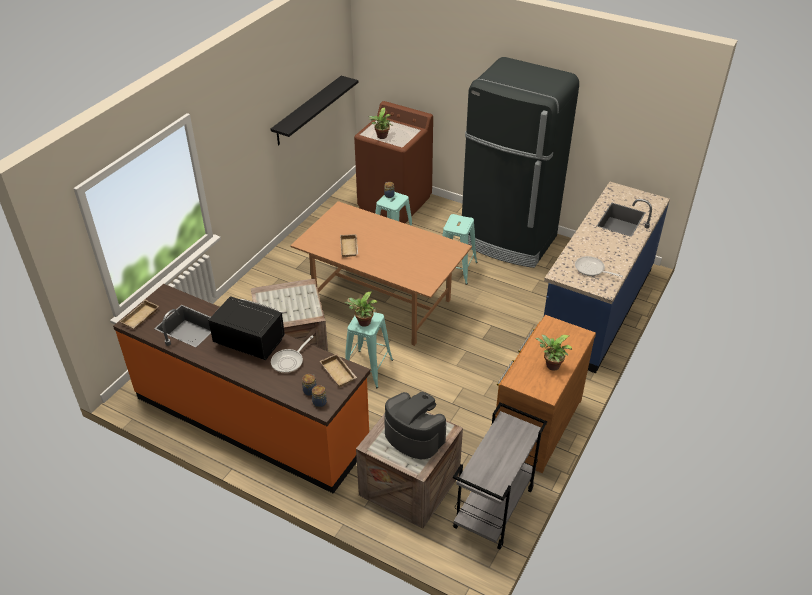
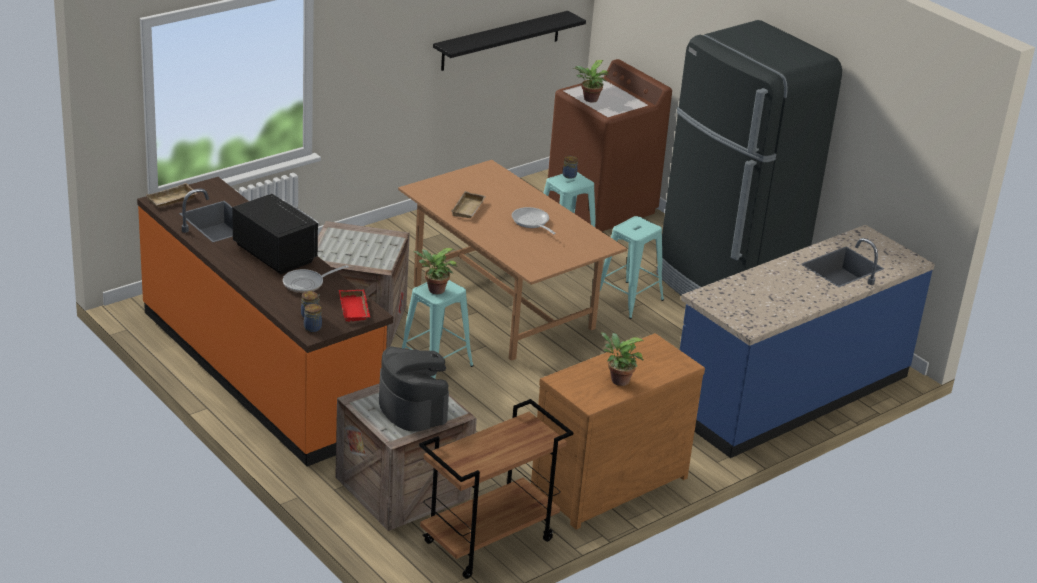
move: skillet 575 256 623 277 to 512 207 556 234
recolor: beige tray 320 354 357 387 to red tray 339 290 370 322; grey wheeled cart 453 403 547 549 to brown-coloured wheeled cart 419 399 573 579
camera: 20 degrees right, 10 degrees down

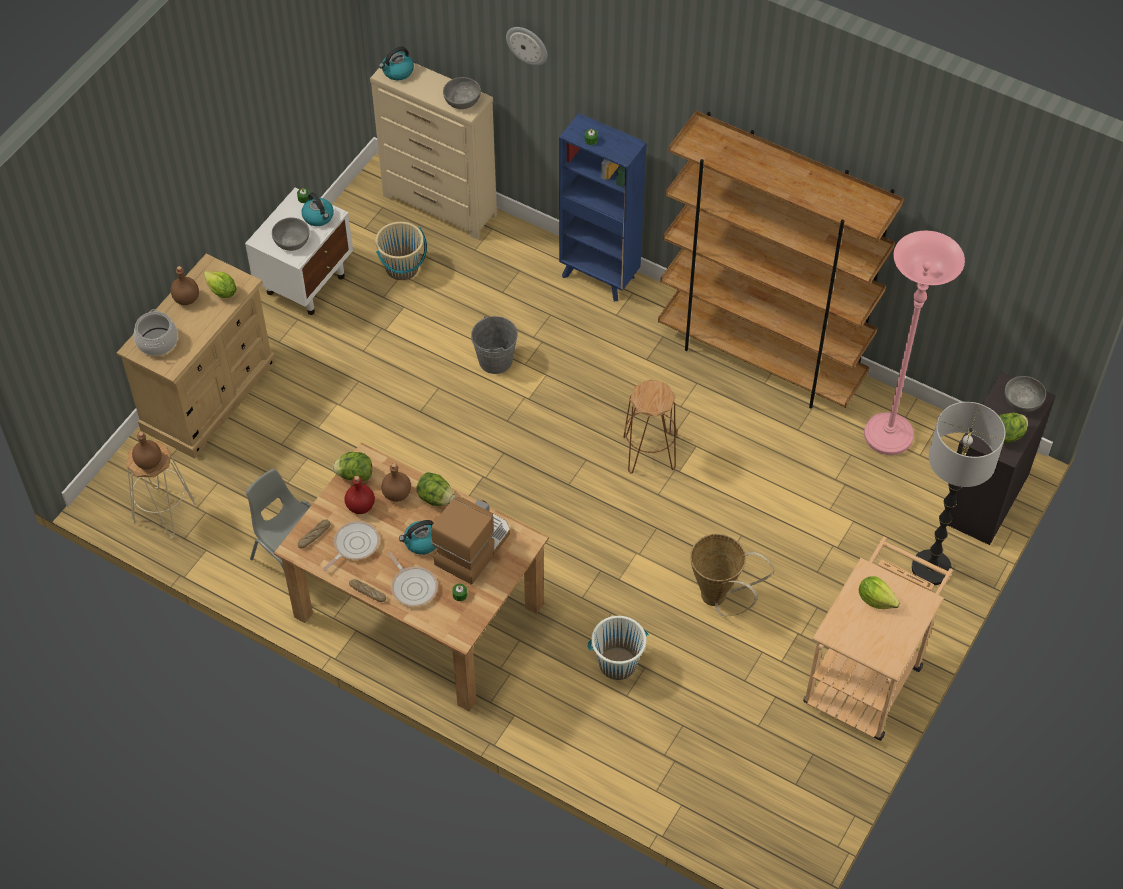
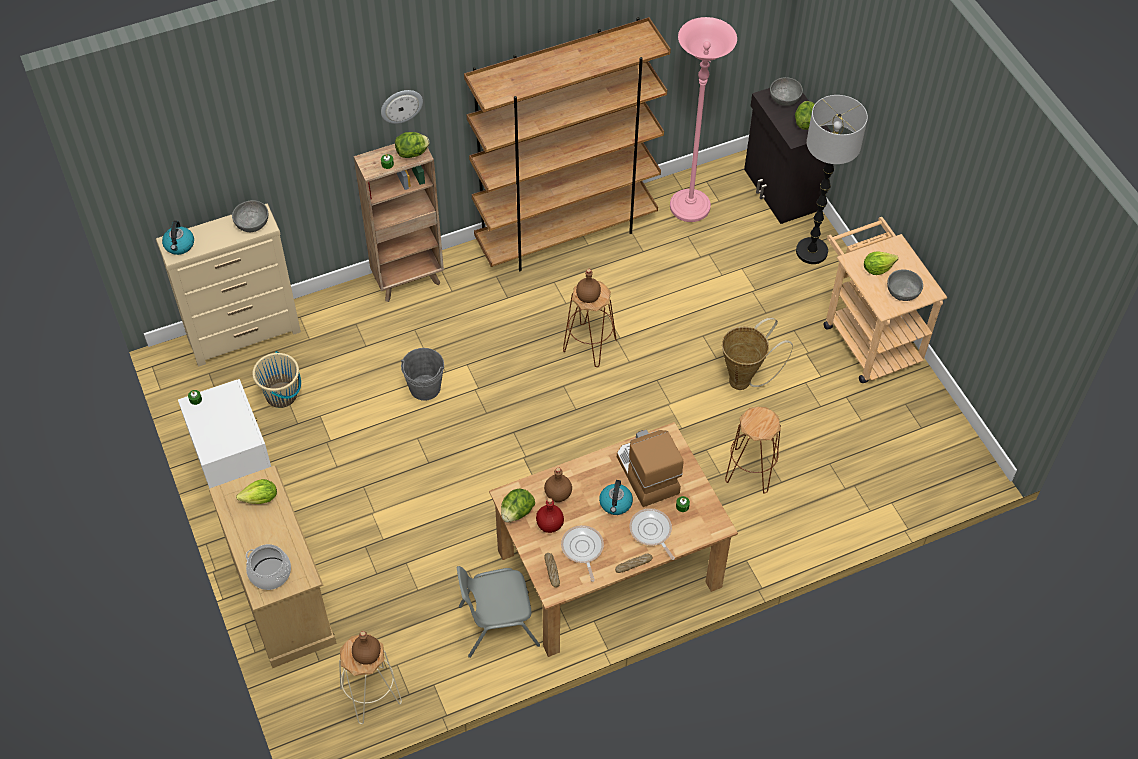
delete: kettle 301 192 334 226
move: brown-coloured bottle 171 266 199 305 to 576 269 601 303; grey deep dish 272 218 310 251 to 887 269 923 301; head of lettuce 416 472 455 506 to 395 132 430 158; clock on the wall 506 27 547 66 to 381 90 423 124
replace: whitish water bucket 588 616 649 680 to brown-coloured stool 725 407 781 494
recolor: blue shelving unit 559 113 647 302 to brown-coloured shelving unit 354 144 444 302
rotate: skillet 388 552 438 607 = 629 508 675 560 120 degrees counterclockwise
camera: 55 degrees left, 0 degrees up

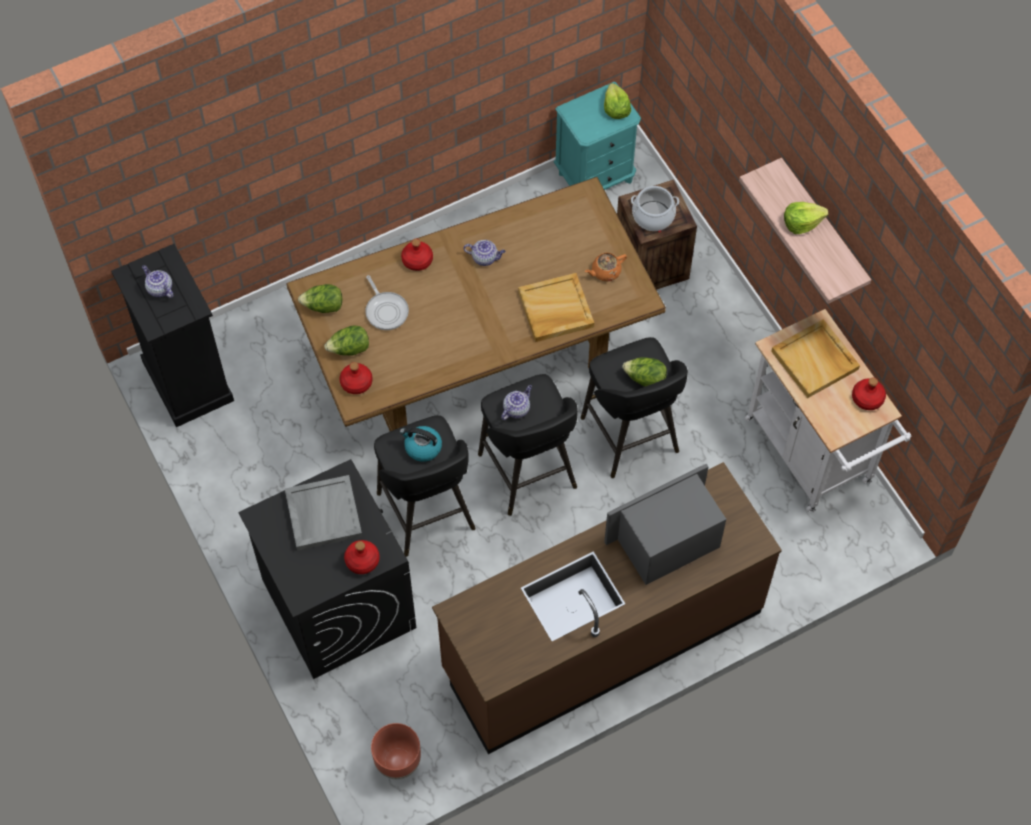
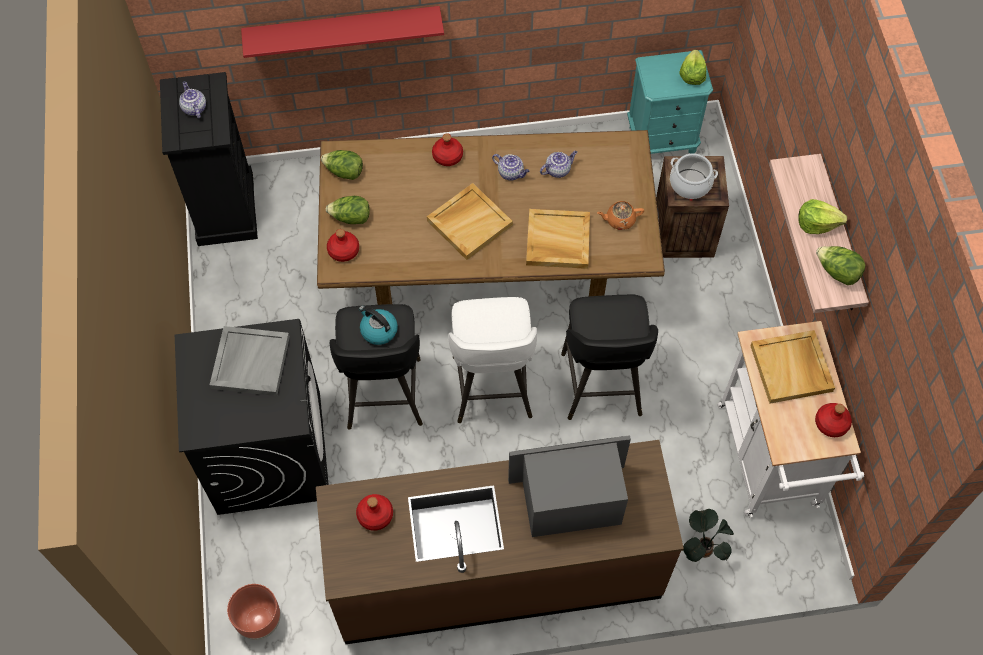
delete: skillet 365 275 409 330
insert: red shelf 241 6 444 58; beige tray 427 183 513 260; plant in a pot 683 509 734 562
move: red bottle 344 540 380 574 to 356 494 393 531; pot for tea 501 385 532 420 to 540 151 577 178; head of lettuce 622 357 667 386 to 816 246 866 285
recolor: blackish stool 478 374 578 516 to whitish stool 448 297 537 423
camera: 20 degrees right, 0 degrees up

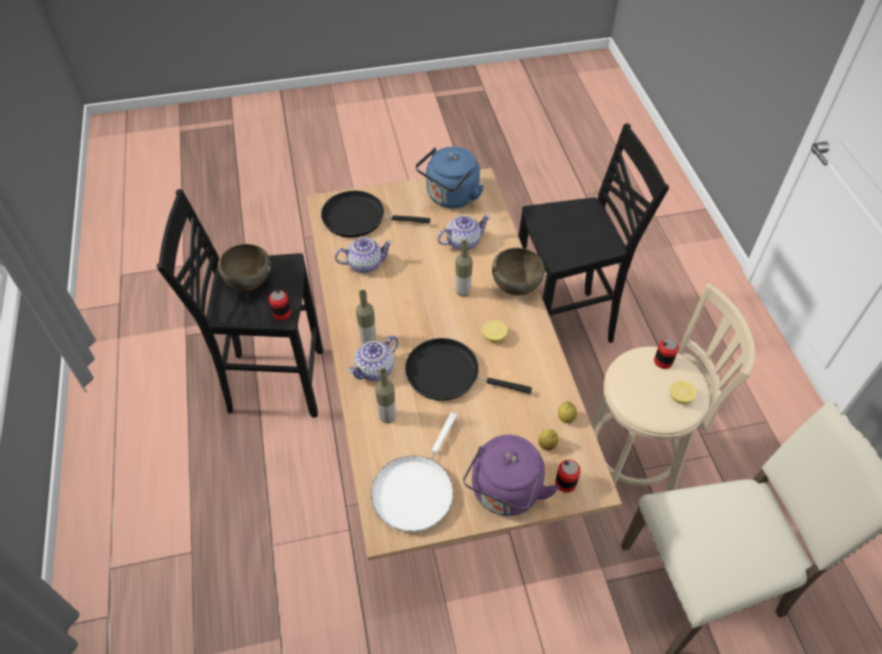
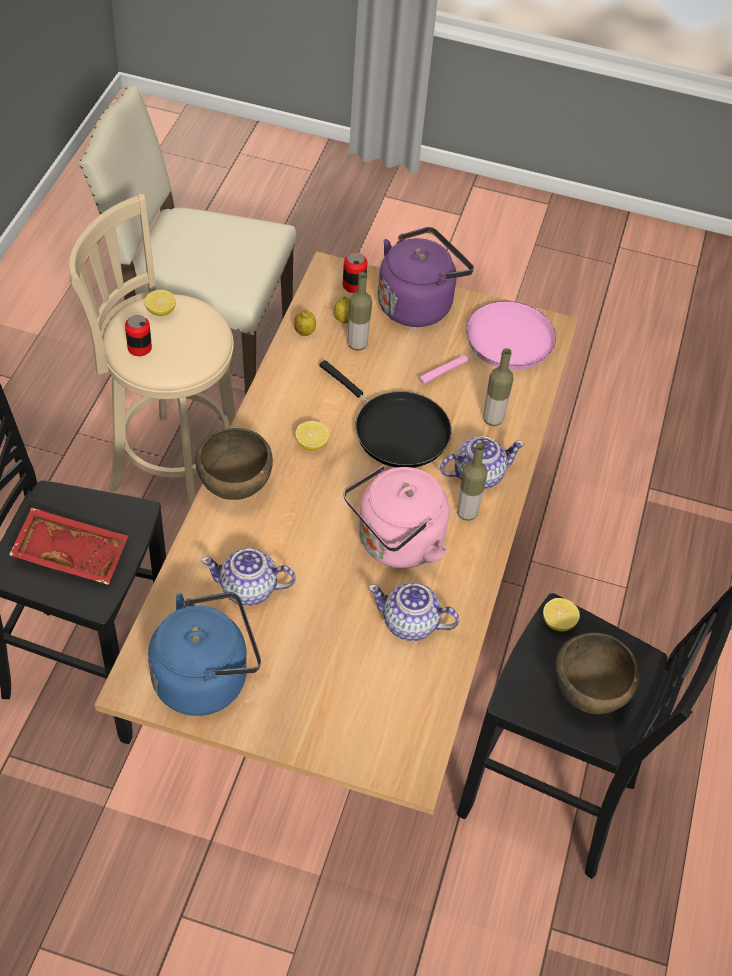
delete: blackish skillet 321 191 430 237
insert: red tray 9 507 128 585; pink-coloured kettle 344 465 449 568
move: bottle 456 240 473 297 to 347 272 372 351
replace: metal can 269 290 291 320 to whole lemon 543 598 580 631
recolor: whitish skillet 371 412 457 532 to pink-coloured skillet 420 301 556 384
camera: 155 degrees left, 0 degrees up

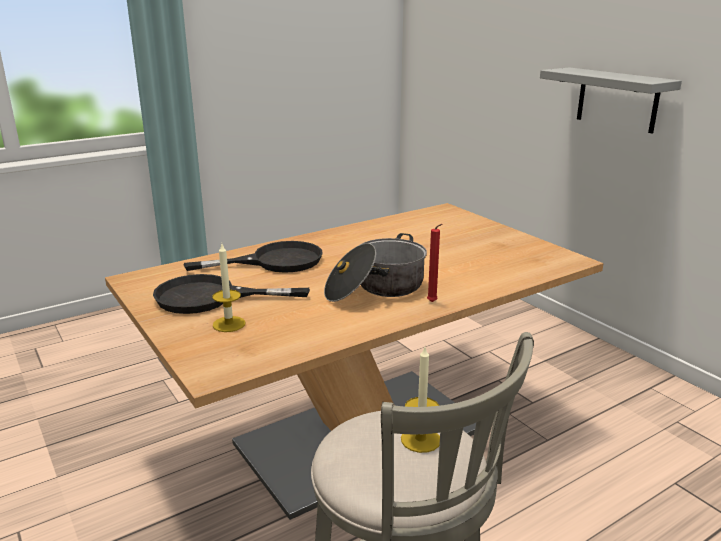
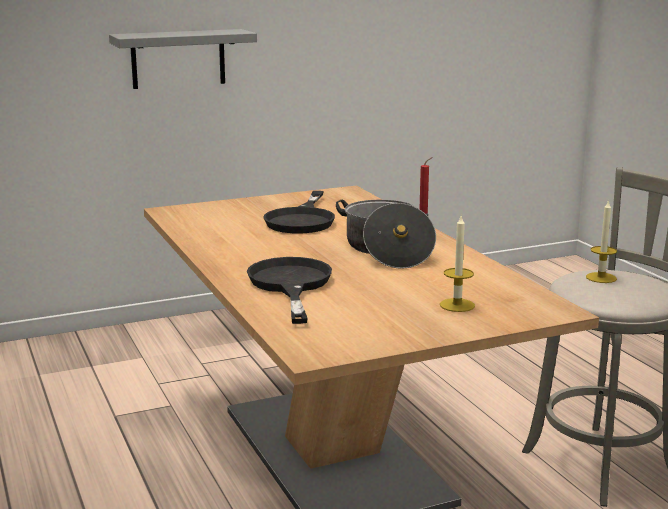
move: blackish skillet 153 274 310 314 to 263 191 335 233
camera: 80 degrees left, 5 degrees down

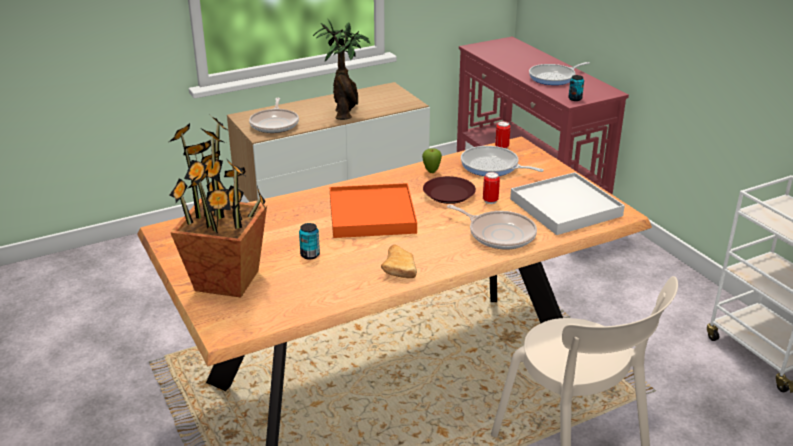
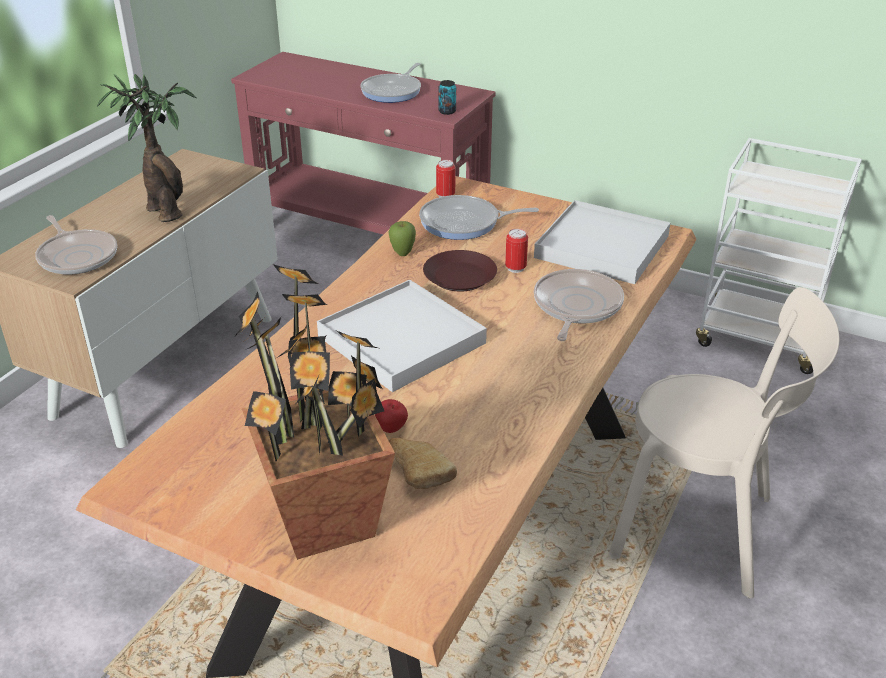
move: baked bread 381 244 417 278 to 389 438 457 489
replace: metal can 299 223 320 260 to whole apple 375 399 408 433
recolor: orangey tray 330 183 417 238 to whitish tray 317 280 487 392
rotate: skillet 447 205 537 250 = 534 269 624 341 75 degrees counterclockwise
camera: 35 degrees left, 5 degrees up

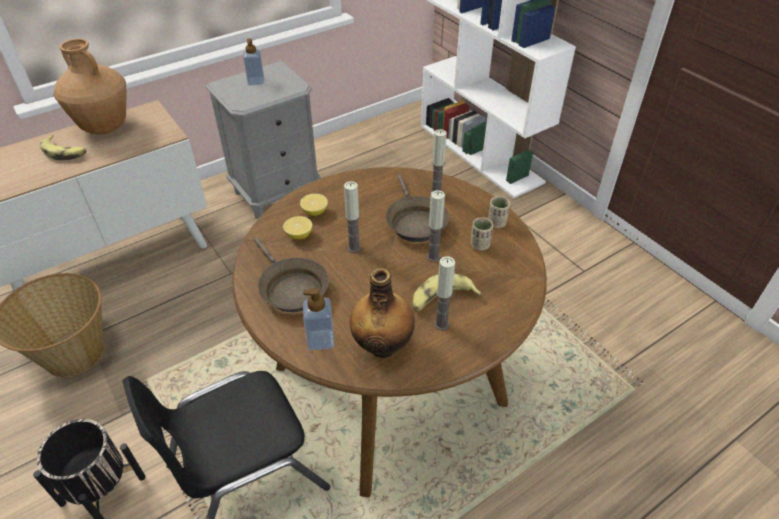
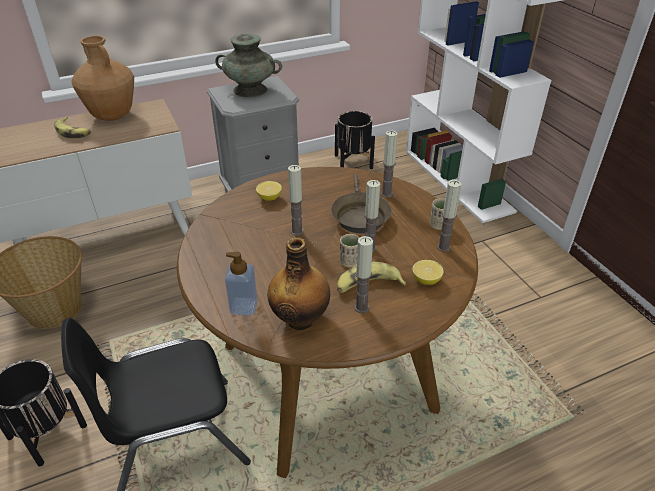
delete: brown-coloured skillet 254 238 329 312
insert: blackish flower pot 335 111 375 169; wax light 437 180 461 252
move: whole lemon 283 216 312 240 to 412 260 444 285; beige drinking cup 471 217 493 250 to 340 234 360 267
replace: soap dispenser 243 38 264 85 to turquoise-coloured flower vase 215 33 282 98
camera: 10 degrees right, 5 degrees down

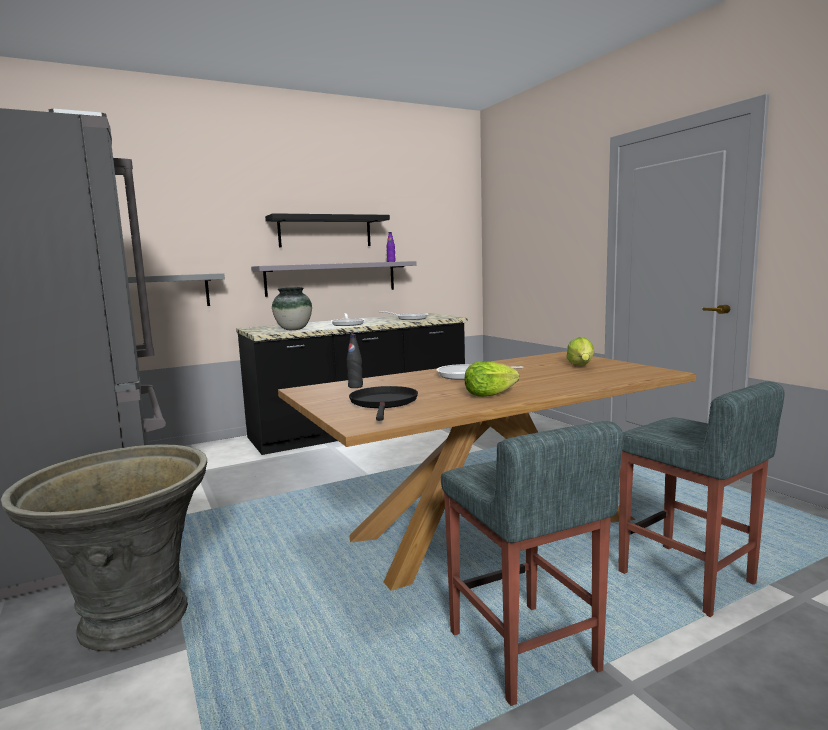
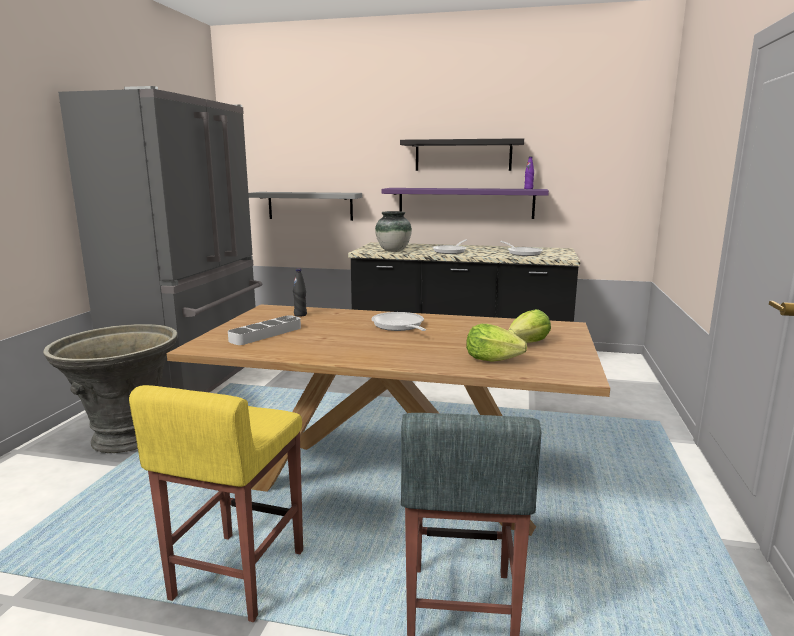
move: head of lettuce 464 361 520 397 to 466 324 527 362
replace: blackish skillet 349 386 418 421 to grey tray 228 315 301 345
recolor: grey shelf 251 261 417 297 to purplish shelf 381 188 549 219; grey stool 441 421 623 706 to yellowish stool 129 385 303 622
camera: 40 degrees right, 5 degrees up

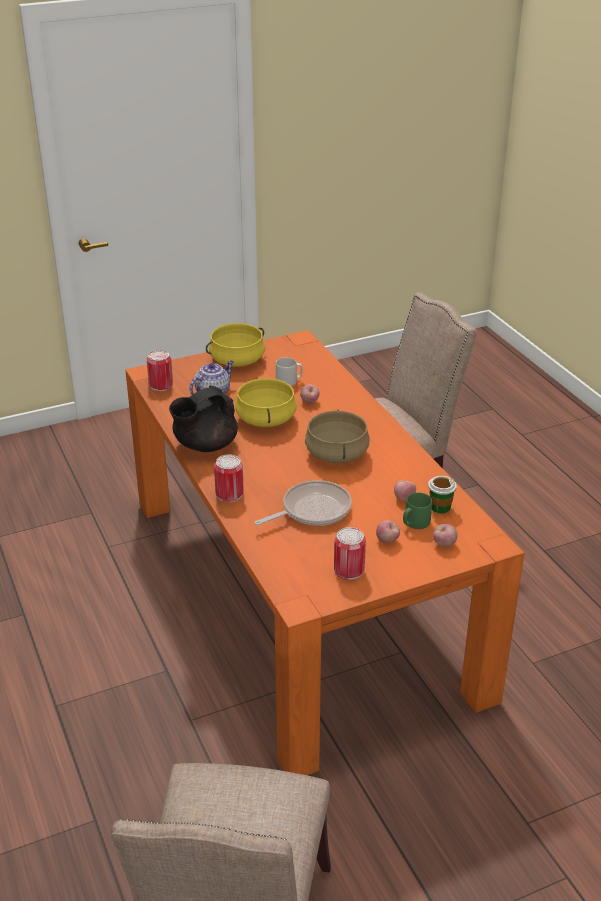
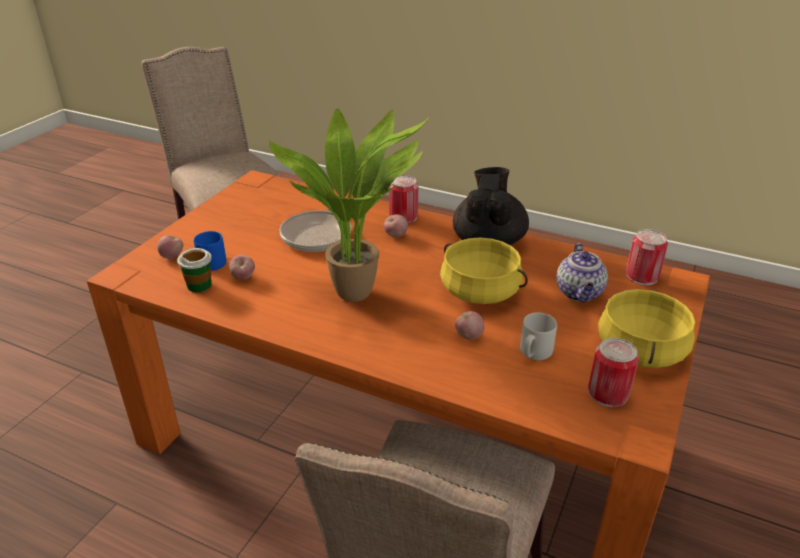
move: metal can 334 527 366 580 to 588 338 639 407; whole apple 376 520 400 543 to 384 214 408 237
replace: beige cooking pot 305 410 370 463 to plant in a pot 269 108 430 302
recolor: green-coloured tea mug 403 493 432 529 to blue tea mug 194 231 226 271
camera: 140 degrees right, 0 degrees up

